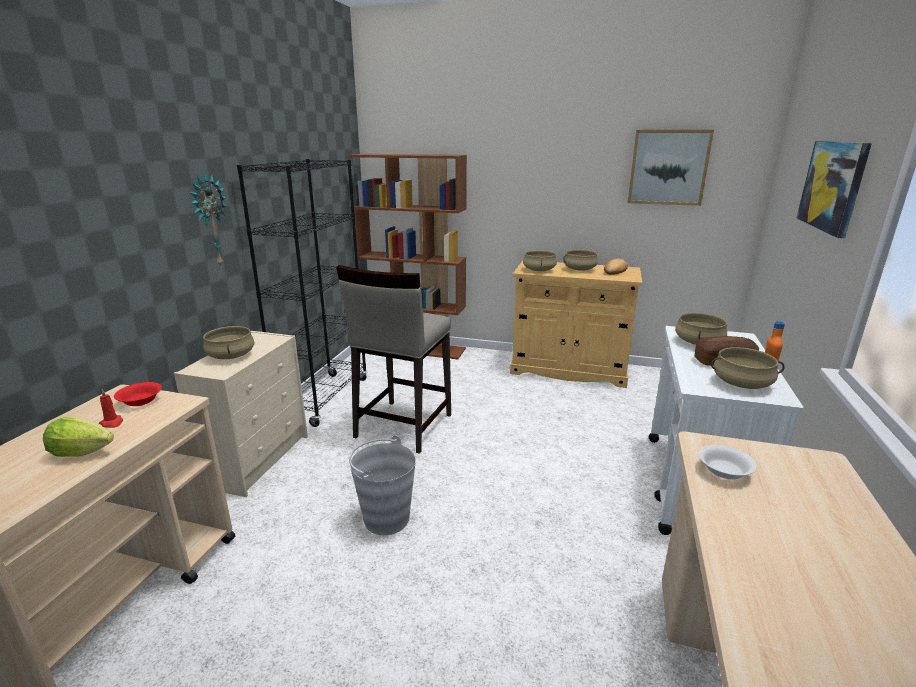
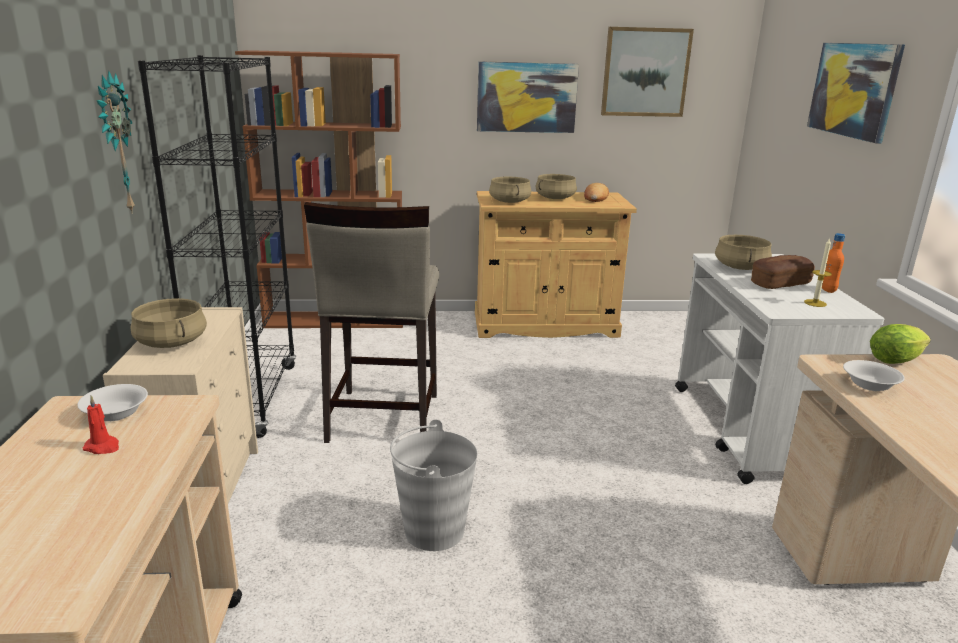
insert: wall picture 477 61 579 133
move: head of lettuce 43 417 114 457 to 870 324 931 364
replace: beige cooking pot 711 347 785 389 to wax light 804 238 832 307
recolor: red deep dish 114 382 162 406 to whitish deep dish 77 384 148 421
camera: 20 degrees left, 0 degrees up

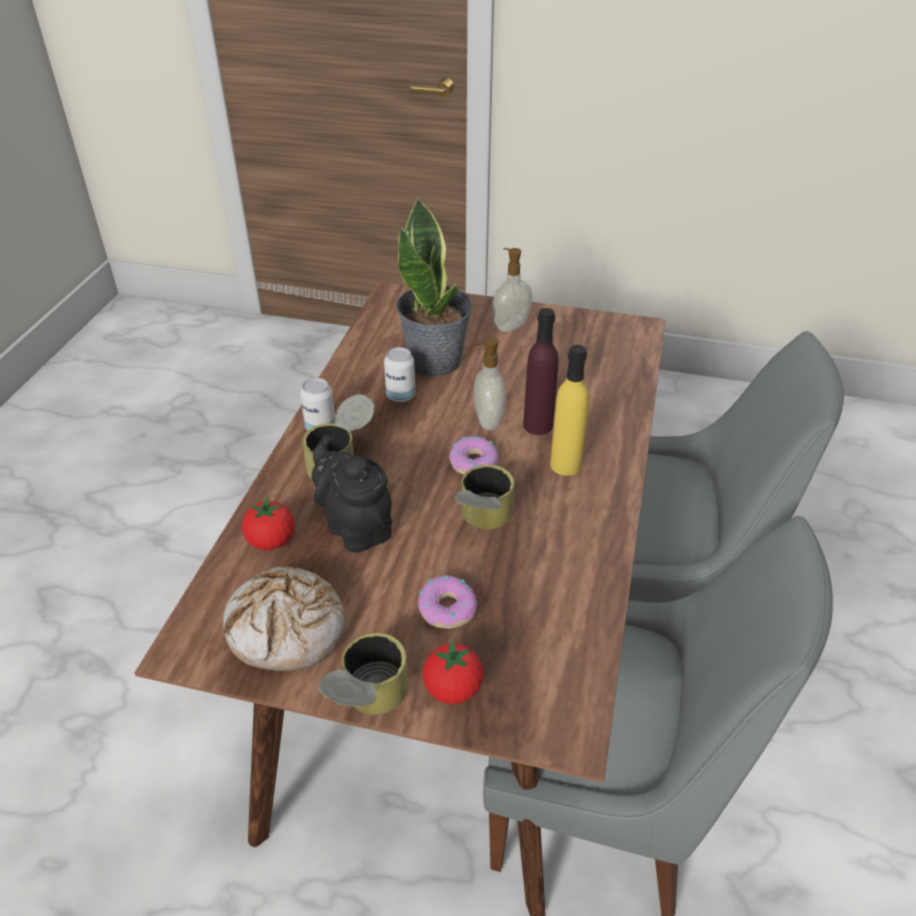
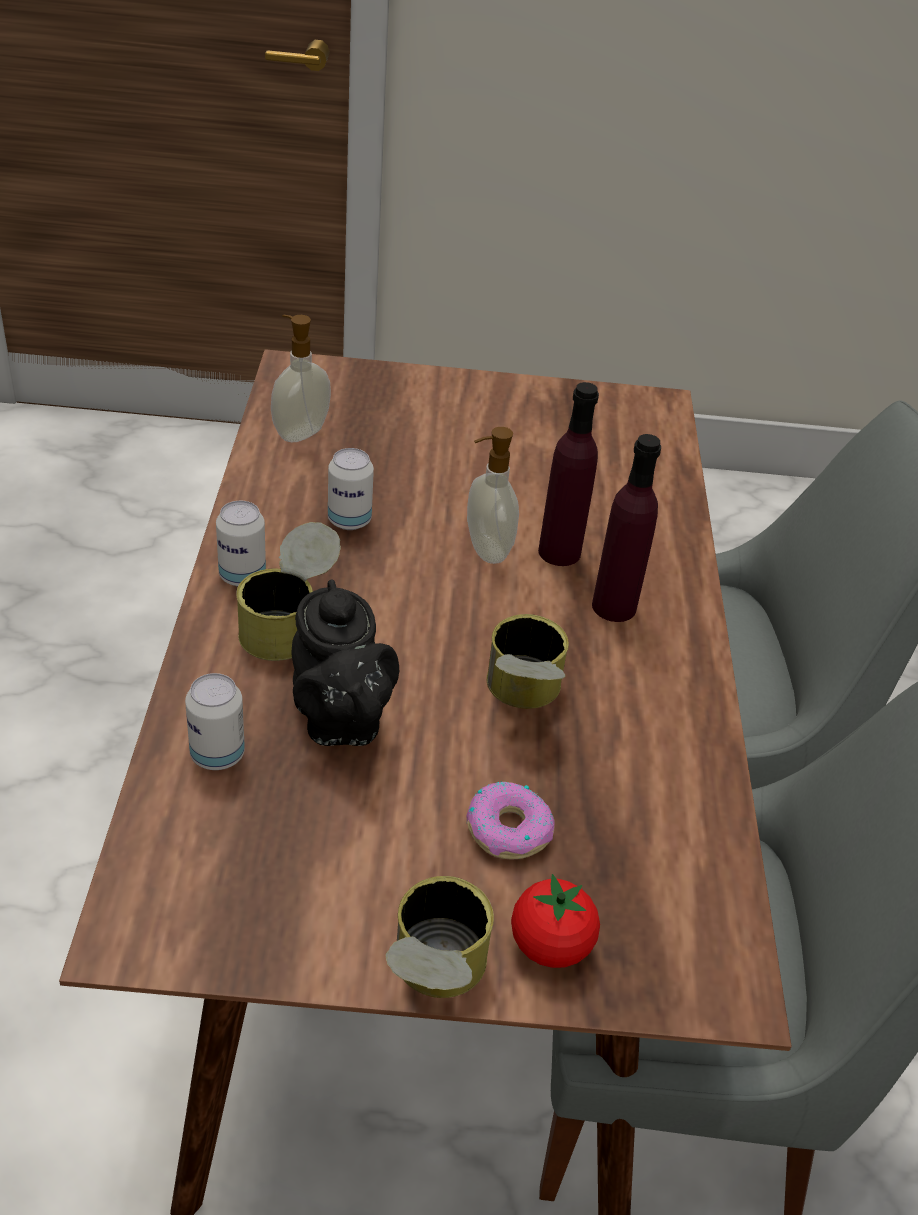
delete: baked bread 223 566 345 671; plant in a pot 396 197 473 376; doughnut 449 436 499 475
move: soap dispenser 492 248 532 332 to 271 315 331 442
replace: tomato 242 497 295 550 to metal can 185 673 245 770
recolor: yellowish bottle 550 345 589 476 to purplish bottle 592 434 661 622
rotate: blackish pot for tea 312 435 392 552 = 292 579 399 746 150 degrees counterclockwise
camera: 15 degrees left, 0 degrees up

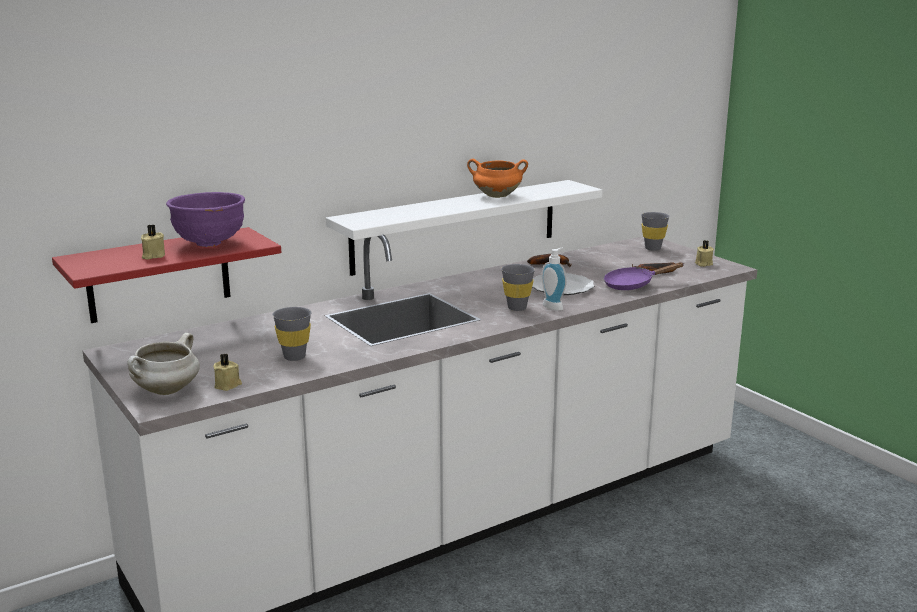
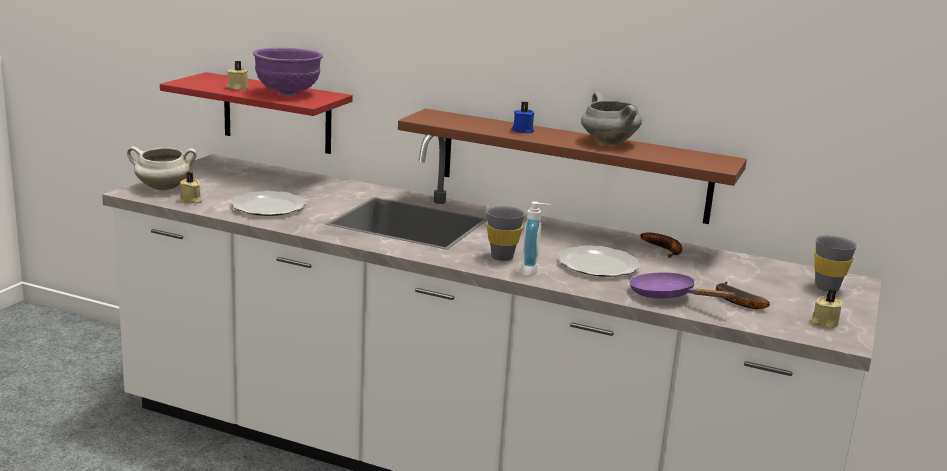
insert: blue wax light 511 101 534 133
replace: grey drinking cup 272 307 312 361 to dinner plate 230 191 306 216
recolor: whitish shelf 326 180 602 276 to brown-coloured shelf 398 109 747 224; orangey cooking pot 467 159 528 198 to grey cooking pot 581 92 642 145
camera: 55 degrees right, 0 degrees up

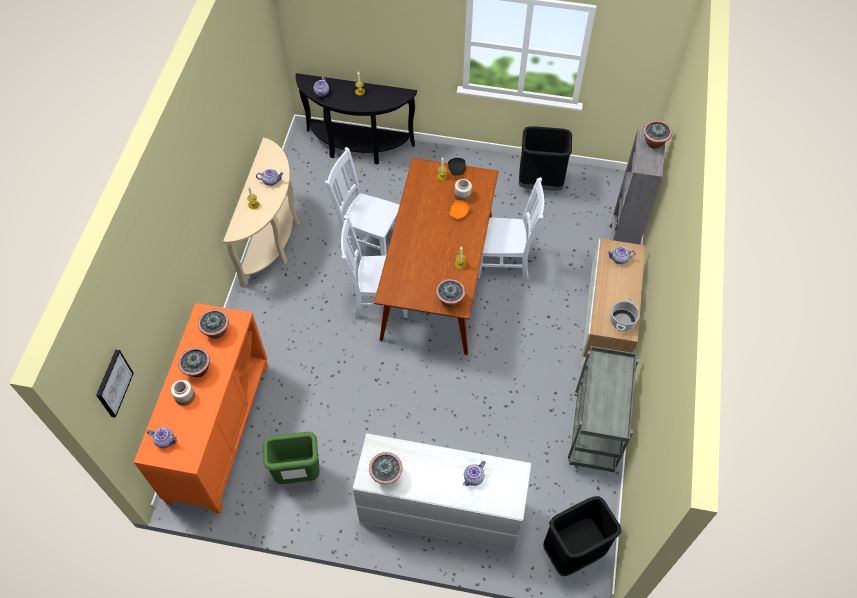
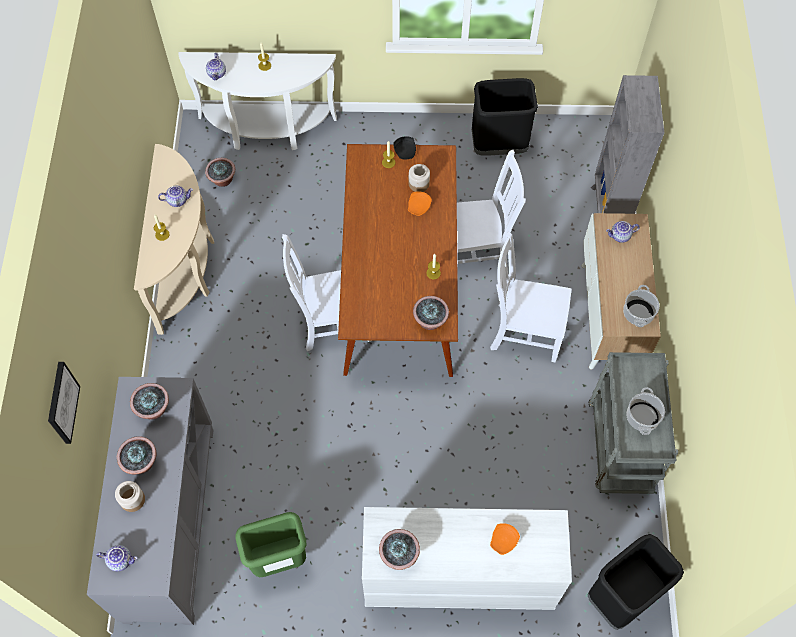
insert: cooking pot 627 387 665 435
move: wall picture 96 350 134 418 to 48 362 80 444; whitish plain chair 325 147 400 256 to 490 232 571 363; plant in a pot 643 120 672 149 to 205 158 235 187
replace: pot for tea 463 461 486 486 to orangey dinner plate 490 523 520 555
recolor: orangey storage cabinet 134 303 268 514 to grey storage cabinet 87 377 213 625; blackish hall table 296 73 417 164 to whitish hall table 179 52 337 150
camera: 10 degrees left, 5 degrees up

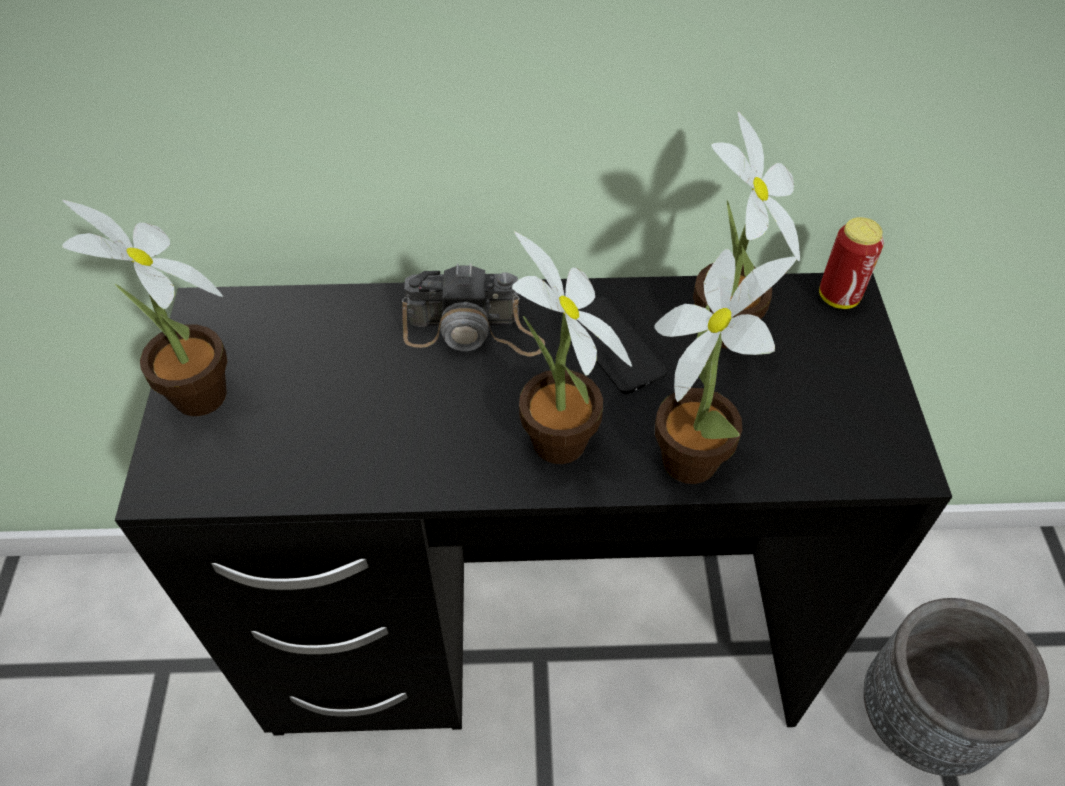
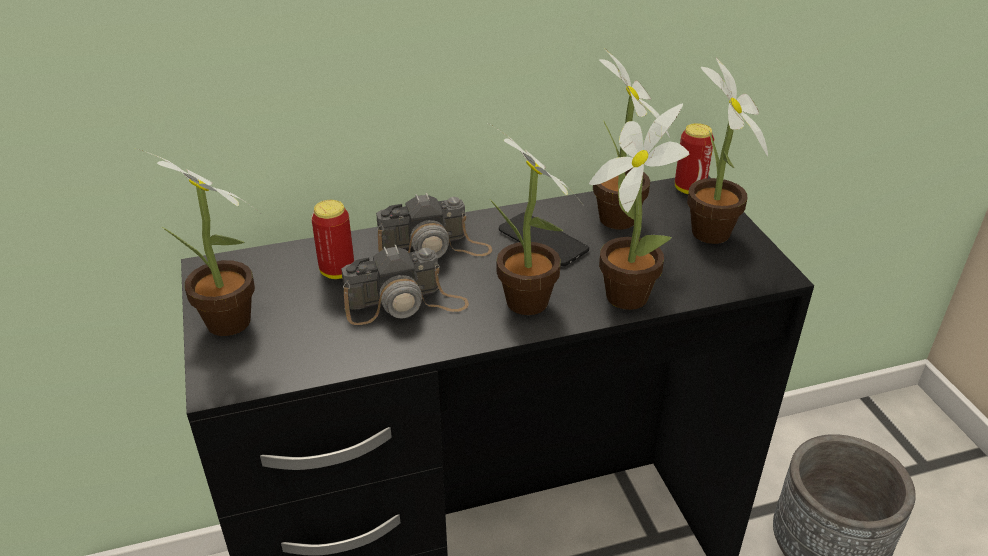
insert: metal can 311 200 354 279; still camera 341 245 469 325; plant in a pot 687 57 768 244
camera: 15 degrees left, 15 degrees down

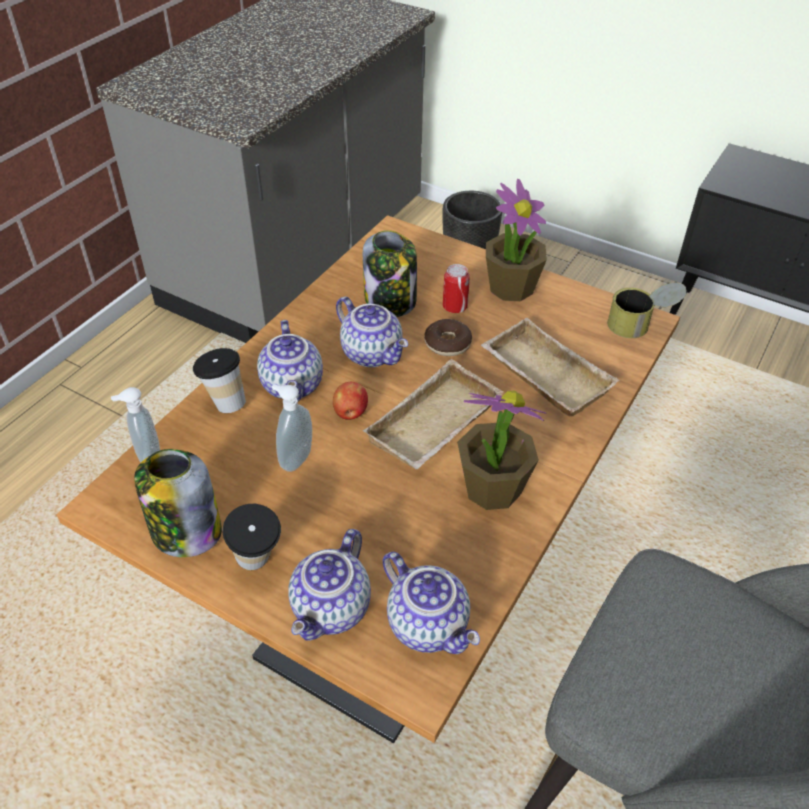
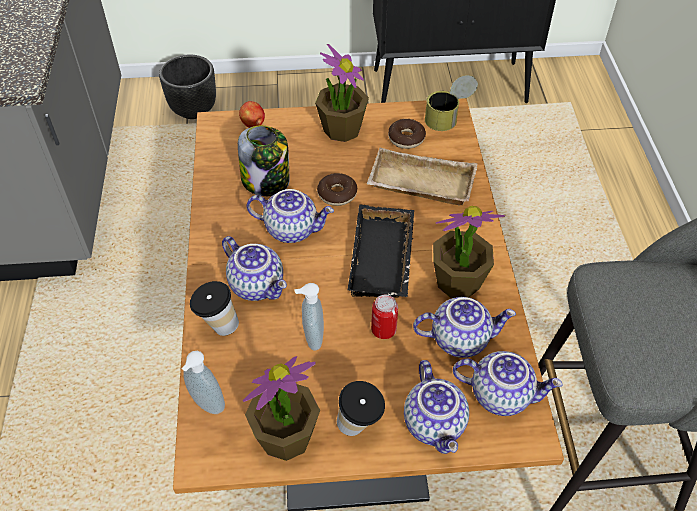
insert: doughnut 388 119 426 149; pot for tea 413 297 516 358
move: whole apple 333 382 368 420 to 239 101 265 128; metal can 443 264 470 313 to 371 295 398 339
replace: preserve jar 134 449 222 557 to plant in a pot 243 356 320 461
recolor: beige tray 363 359 504 469 to blackish tray 347 205 414 298
camera: 35 degrees left, 5 degrees up

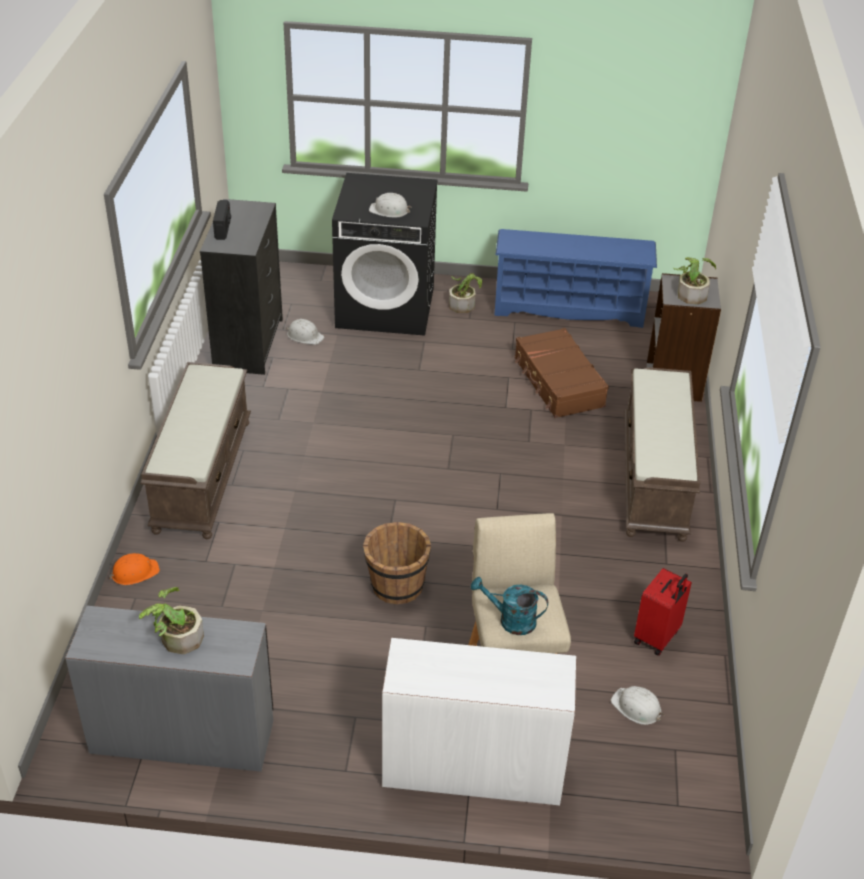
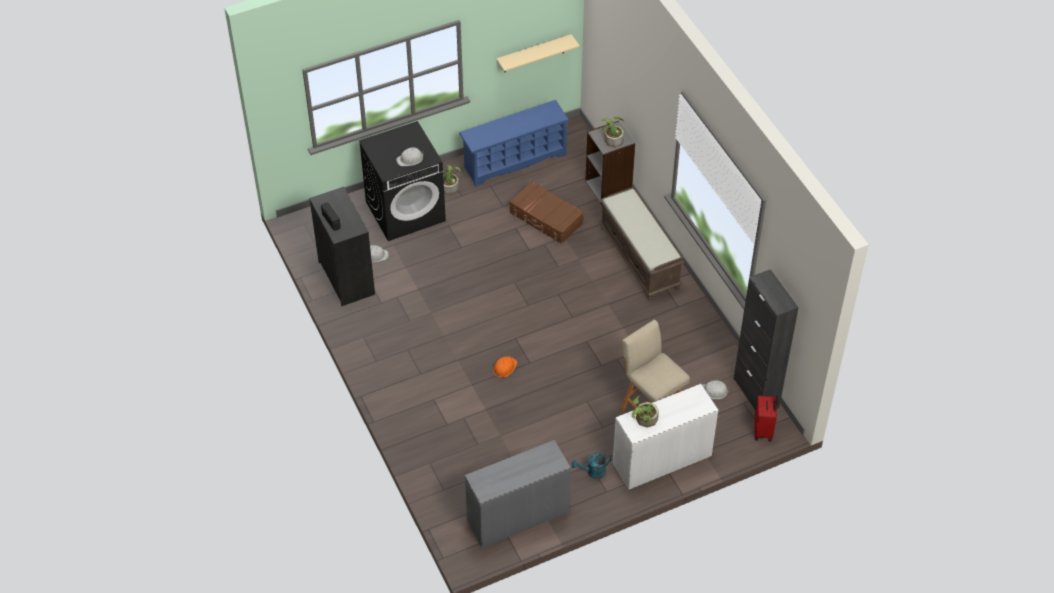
delete: brown-coloured long seat 140 362 251 539; brown-coloured water bucket 363 522 431 604
insert: beige shelf 496 34 580 72; blackish storage cabinet 734 269 799 411
move: orangey work helmet 108 553 160 585 to 493 356 517 378; plant in a pot 139 587 204 654 to 632 396 659 427; turquoise-coloured watering pot 471 577 548 635 to 572 453 611 479; red piece of luggage 634 568 692 656 to 754 395 778 441
camera: 30 degrees left, 10 degrees up

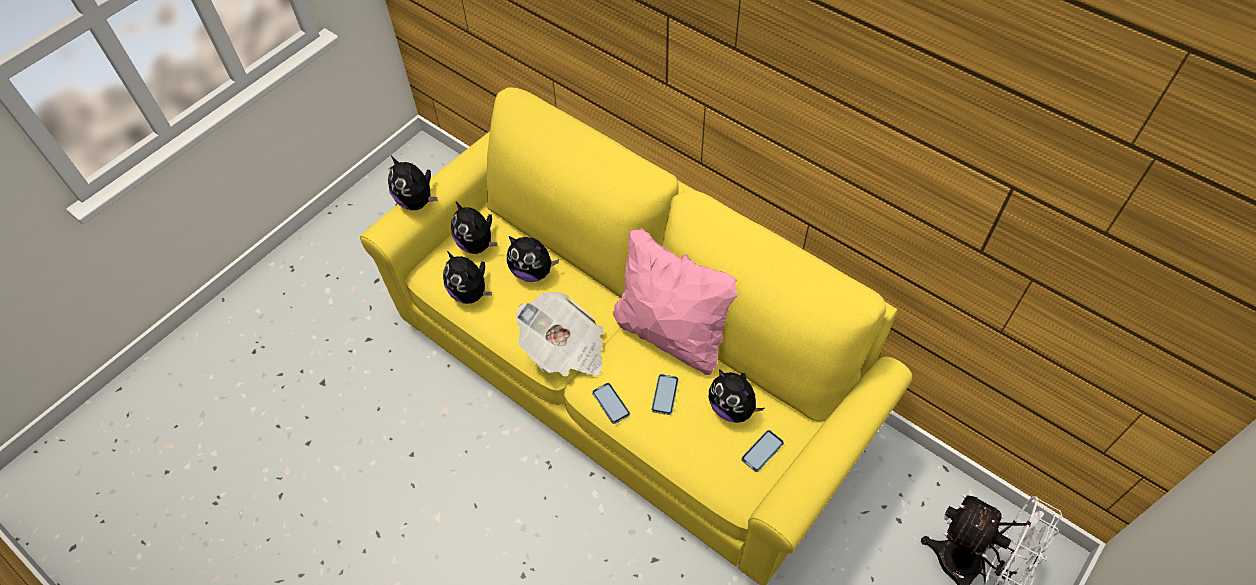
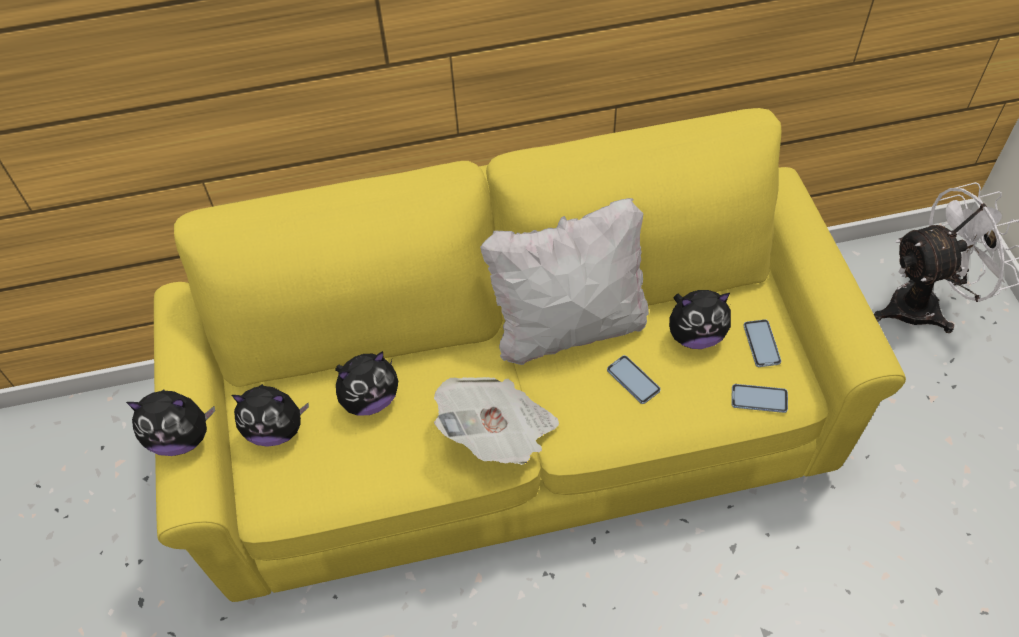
delete: plush toy 443 251 492 304
move: telephone 592 383 630 424 to 731 384 788 413
recolor: pink-coloured throw pillow 613 228 738 375 to whitish throw pillow 480 198 649 365
camera: 50 degrees left, 0 degrees up

